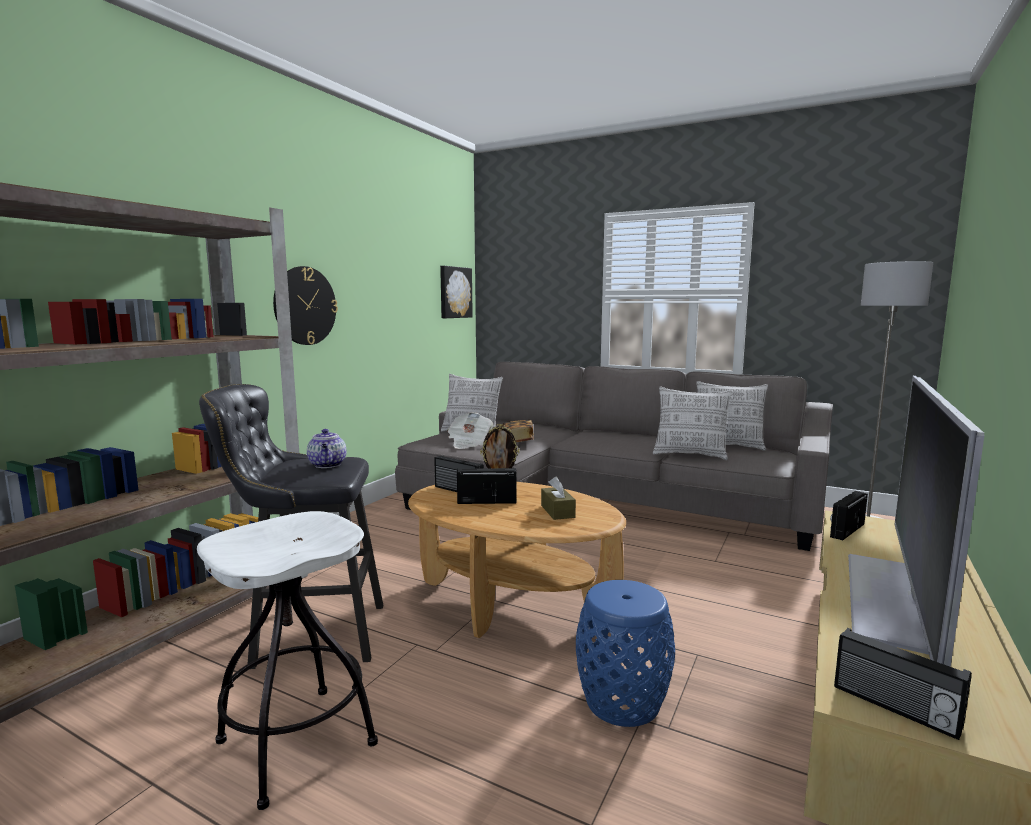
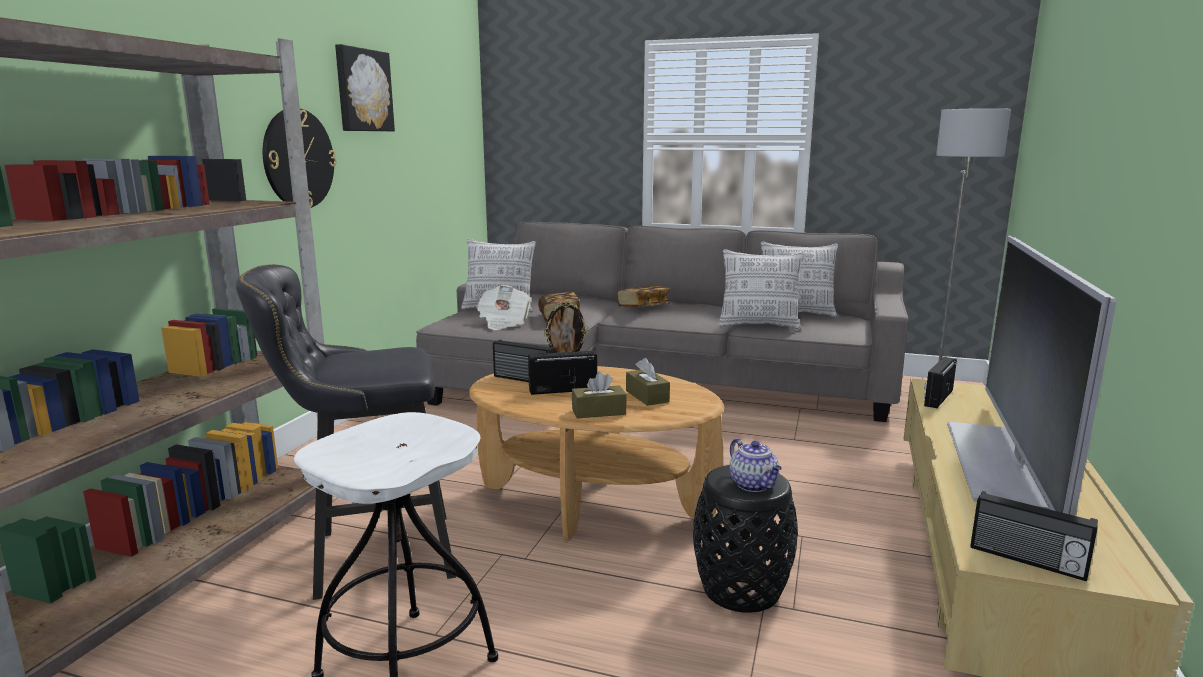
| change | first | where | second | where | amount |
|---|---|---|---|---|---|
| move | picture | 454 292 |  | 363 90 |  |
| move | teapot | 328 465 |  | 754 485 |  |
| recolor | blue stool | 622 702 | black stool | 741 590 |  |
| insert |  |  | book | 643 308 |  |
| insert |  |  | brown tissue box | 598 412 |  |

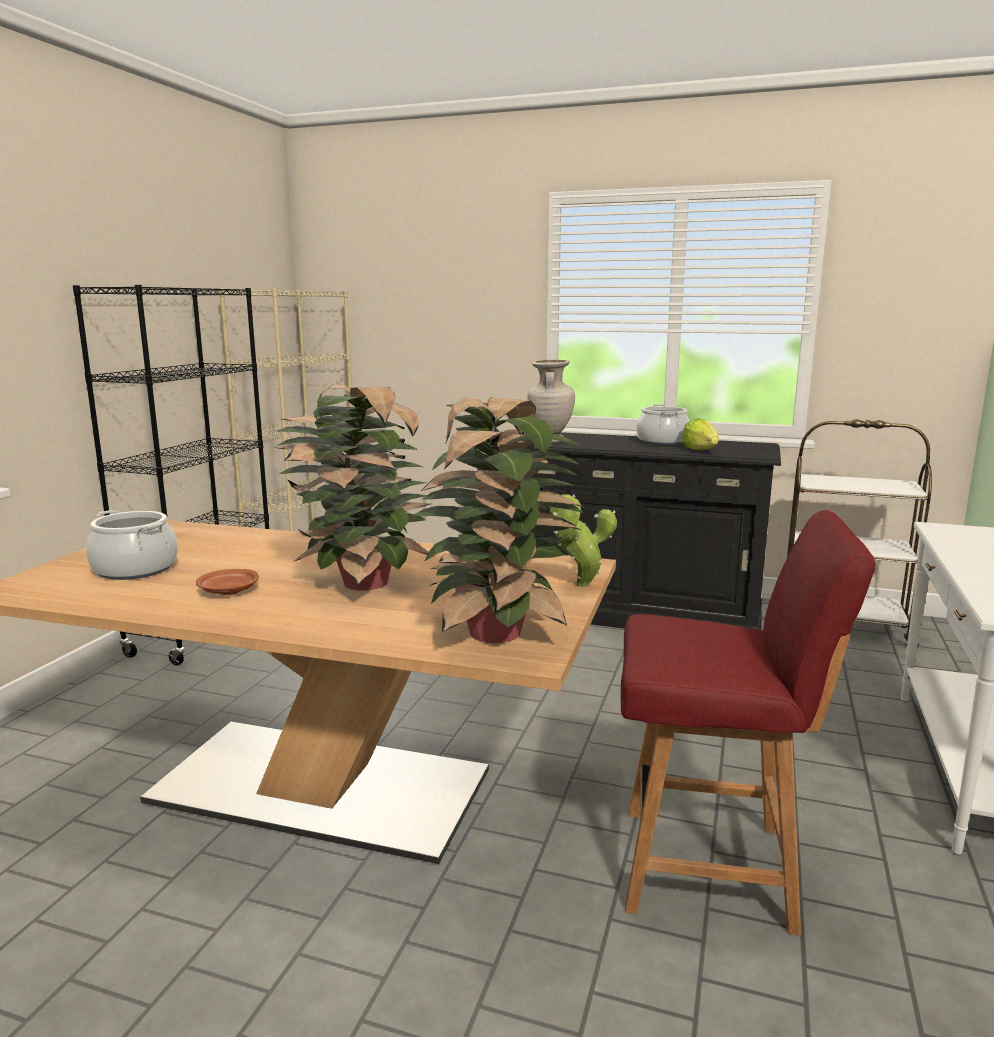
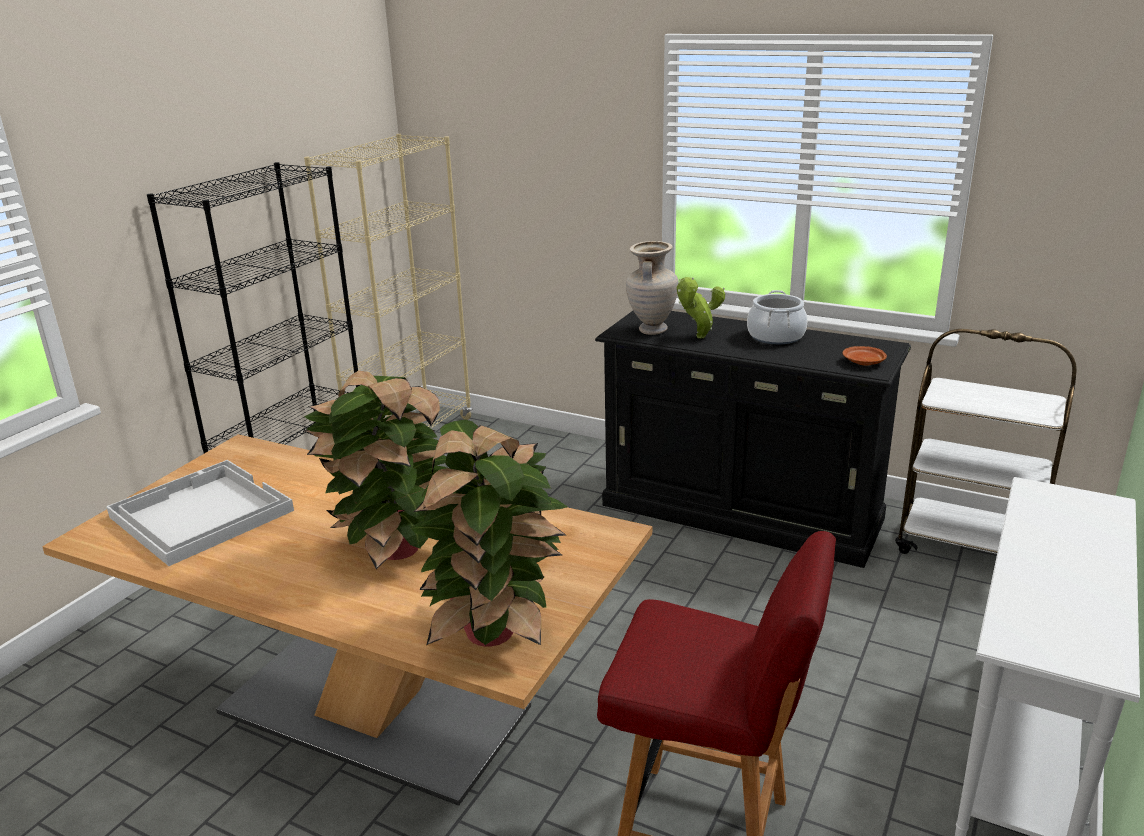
| change | first | where | second | where | amount |
|---|---|---|---|---|---|
| delete | lettuce | 700 450 |  |  |  |
| move | potted plant | 579 586 |  | 698 337 |  |
| replace | cooking pot | 135 569 | white tray | 199 514 |  |
| move | brown plate | 228 591 |  | 863 362 |  |

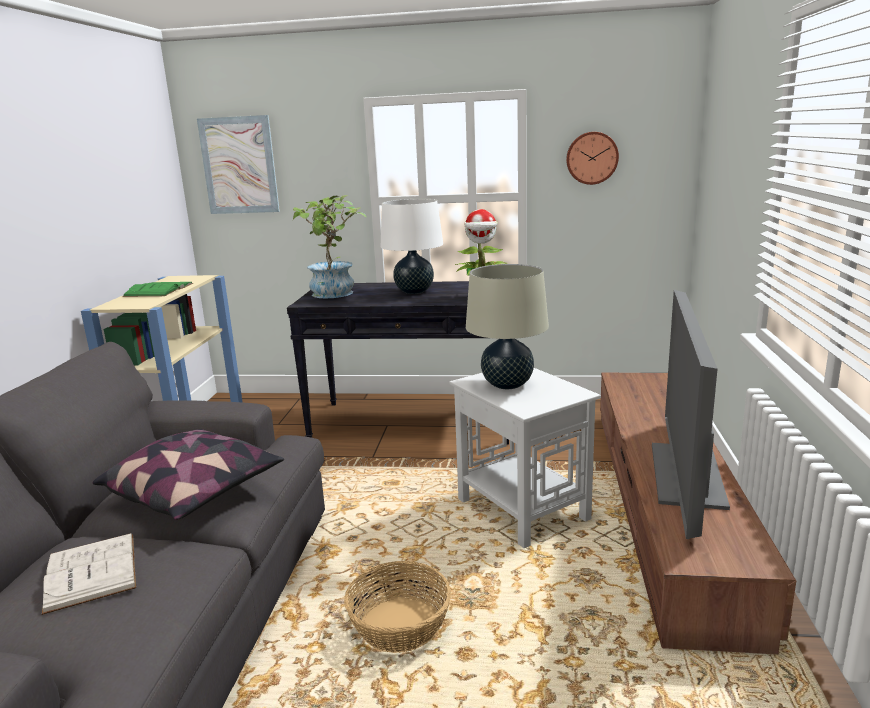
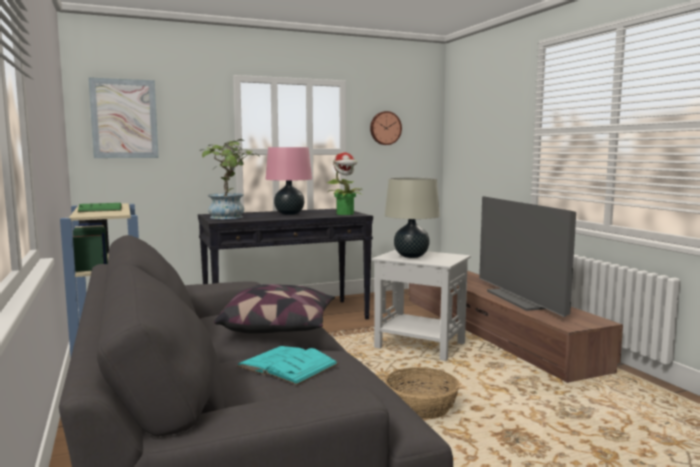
| change | first | where | second | where | amount |
|---|---|---|---|---|---|
| recolor | white table lamp | 414 291 | pink table lamp | 289 214 |  |
| recolor | white book | 91 571 | turquoise book | 287 365 |  |

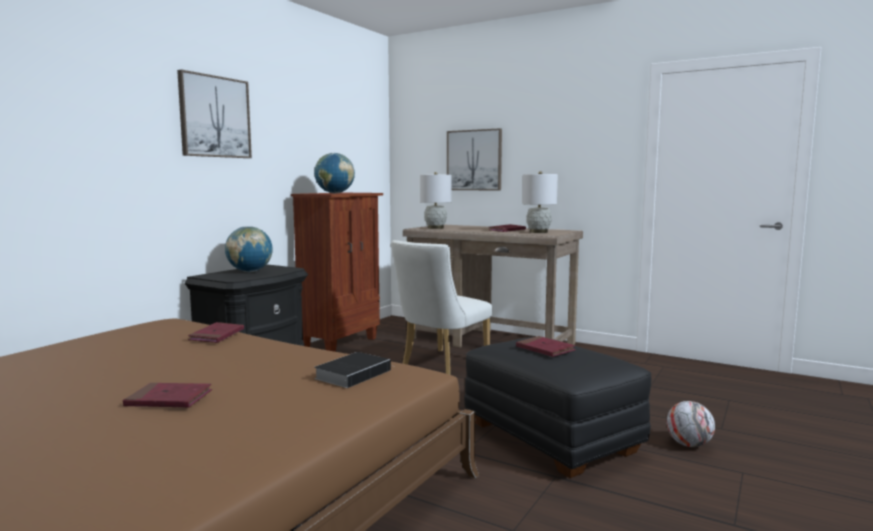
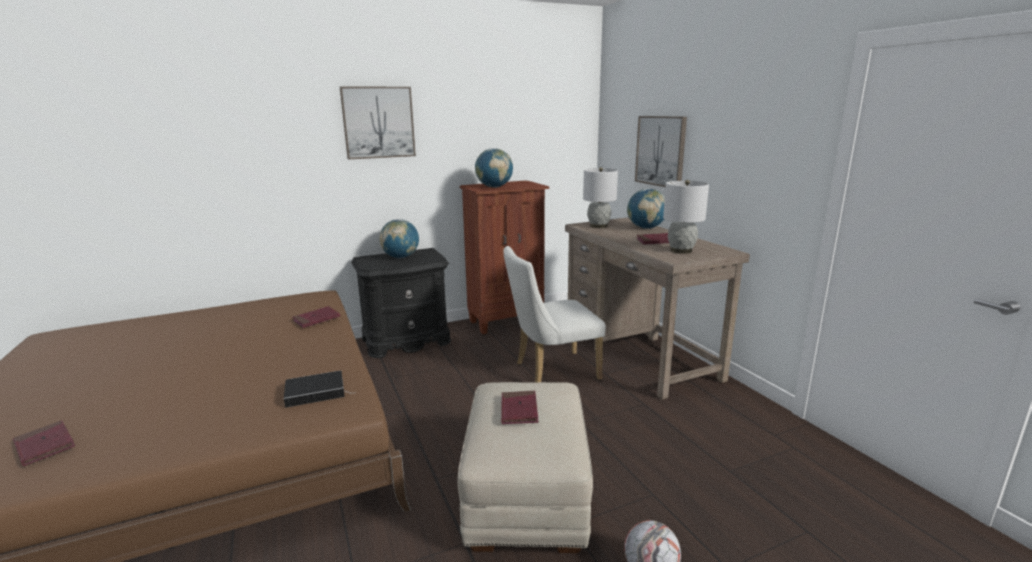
| change | first | where | second | where | amount |
|---|---|---|---|---|---|
| recolor | black ottoman | 551 437 | beige ottoman | 526 495 |  |
| move | red book | 169 399 |  | 45 445 |  |
| insert |  |  | globe | 646 228 |  |

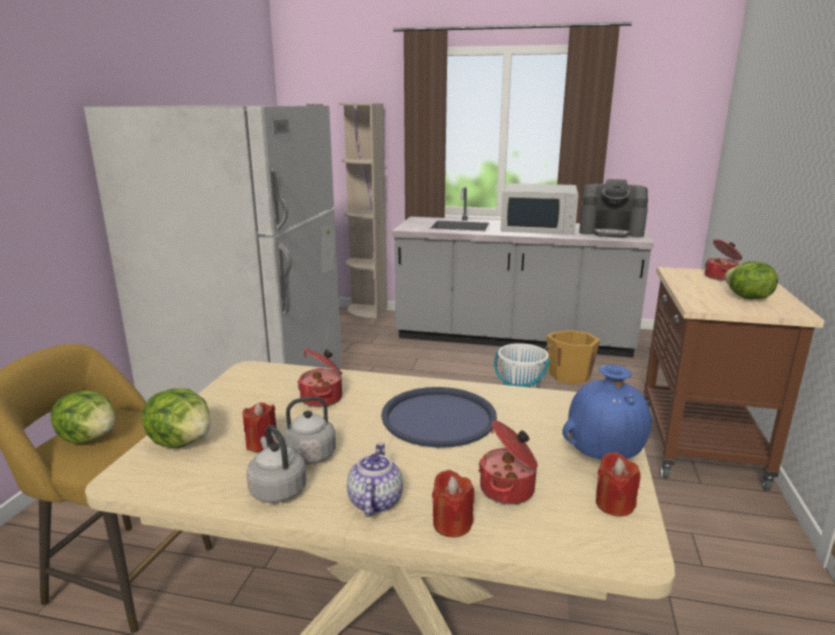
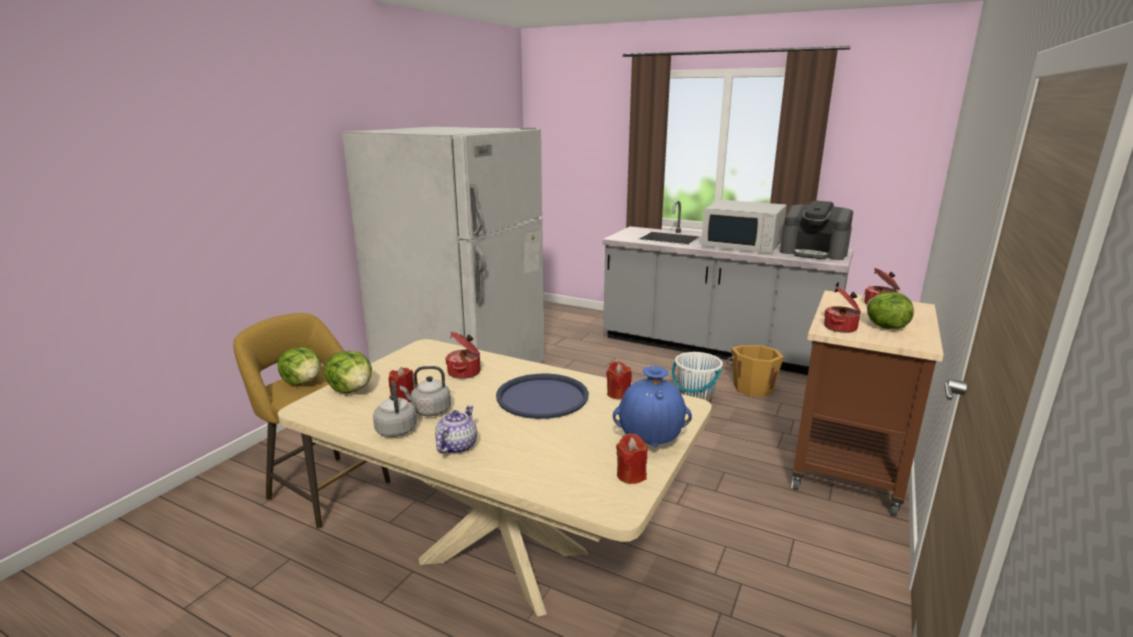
| change | first | where | second | where | amount |
|---|---|---|---|---|---|
| delete | beige bookcase | 366 316 |  |  |  |
| move | cooking pot | 509 490 |  | 841 328 |  |
| move | red candle | 452 524 |  | 618 394 |  |

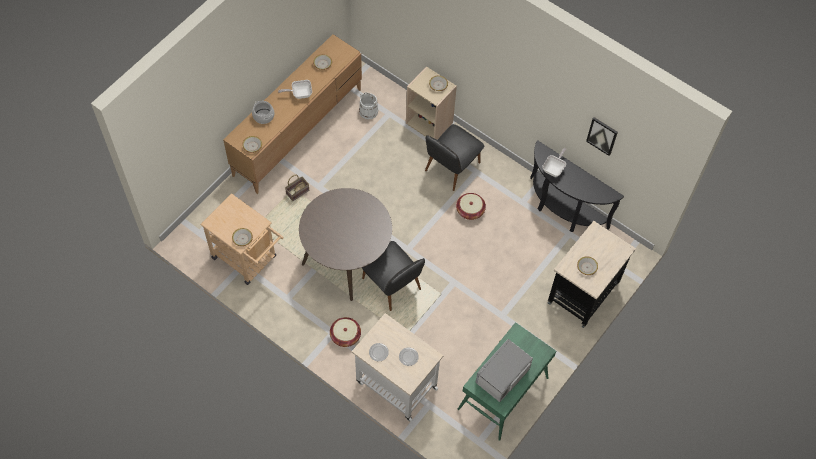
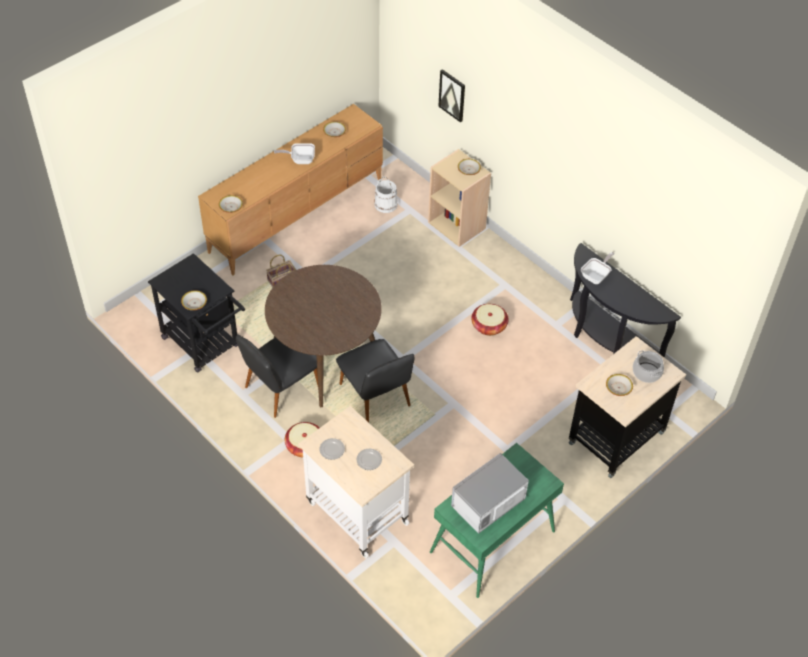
| change | first | where | second | where | amount |
|---|---|---|---|---|---|
| move | cooking pot | 263 116 |  | 646 372 |  |
| move | picture | 602 135 |  | 452 95 |  |
| move | black chair | 452 166 |  | 282 387 |  |
| recolor | beige cart | 248 260 | black cart | 205 345 |  |

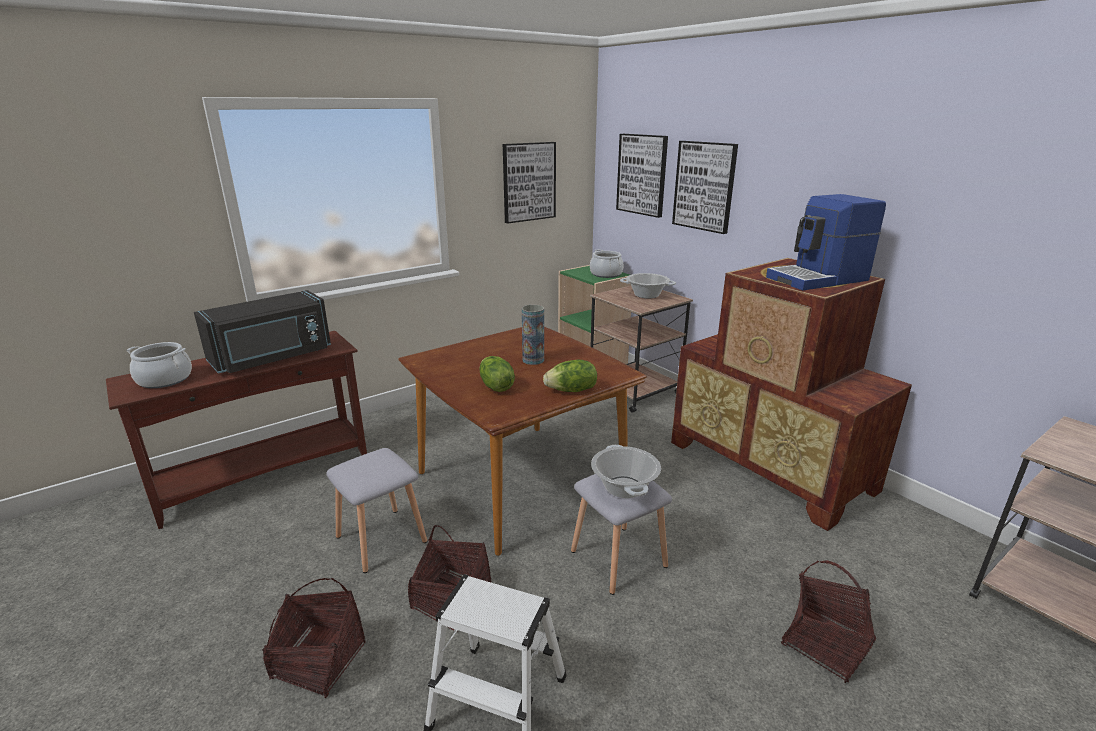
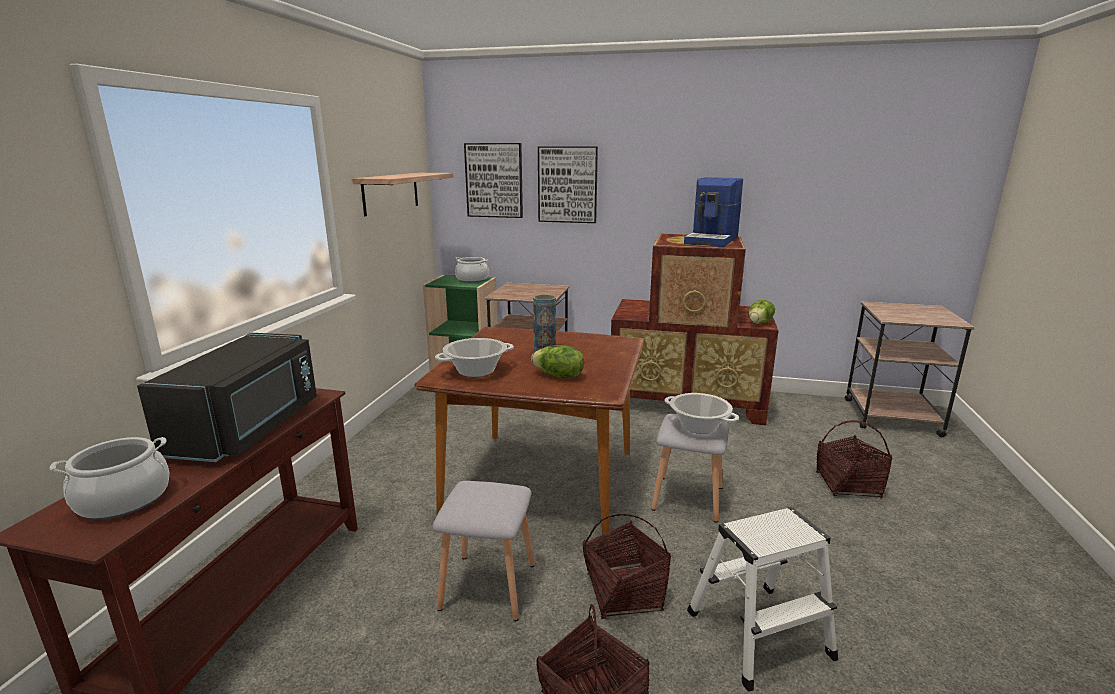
| change | first | where | second | where | amount |
|---|---|---|---|---|---|
| replace | picture | 528 182 | shelf | 391 193 |  |
| move | cooking pot | 646 295 |  | 476 371 |  |
| move | lettuce | 572 390 |  | 760 323 |  |

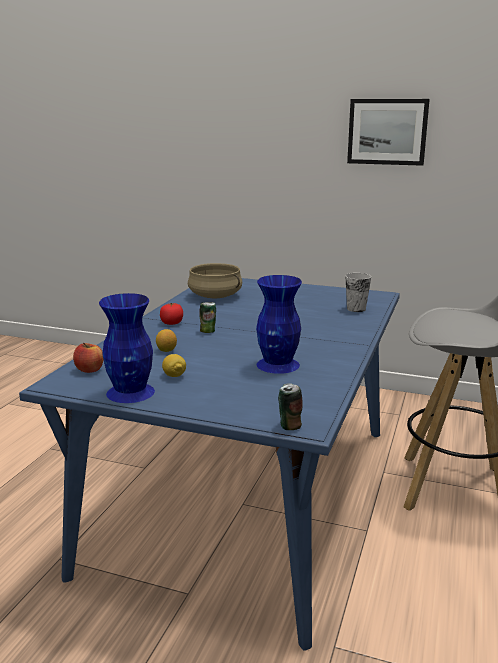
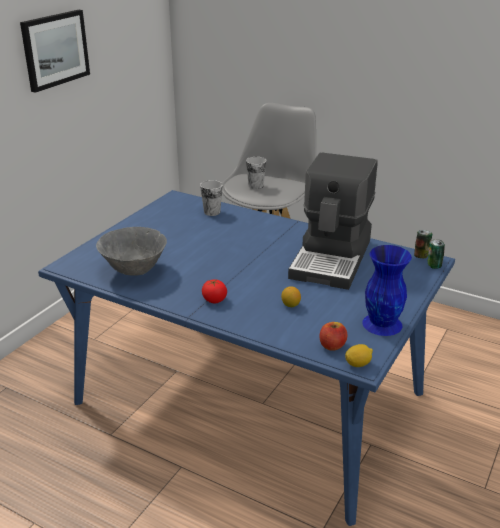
| change | first | where | second | where | amount |
|---|---|---|---|---|---|
| replace | beige cooking pot | 215 296 | grey bowl | 134 271 |  |
| replace | blue vase | 278 365 | coffee machine | 332 258 |  |
| move | can | 208 331 |  | 421 255 |  |
| move | lemon | 174 375 |  | 358 364 |  |
| insert |  |  | cup | 256 186 |  |

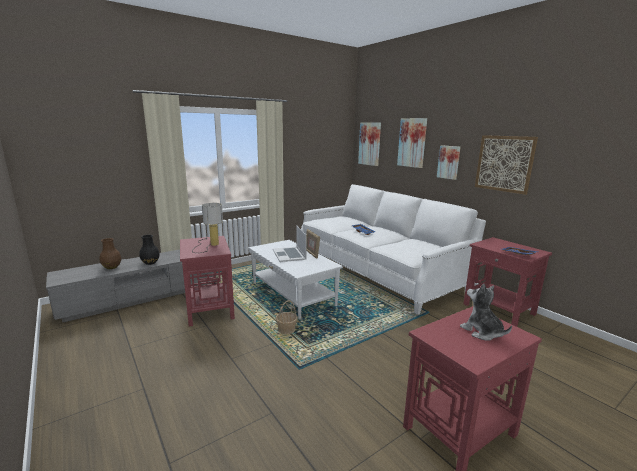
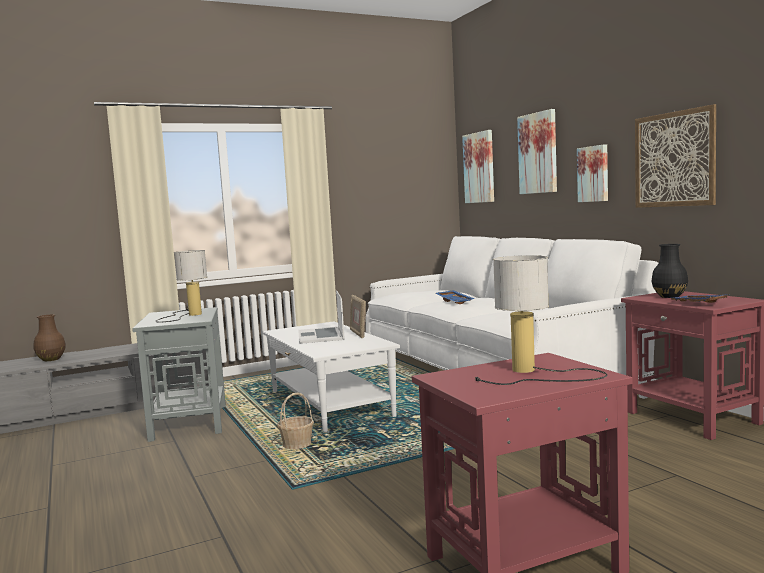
| change | first | where | second | where | amount |
|---|---|---|---|---|---|
| move | black vase | 150 263 |  | 670 296 |  |
| recolor | red side table | 209 309 | grey side table | 188 422 |  |
| replace | plush toy | 482 332 | table lamp | 533 373 |  |

